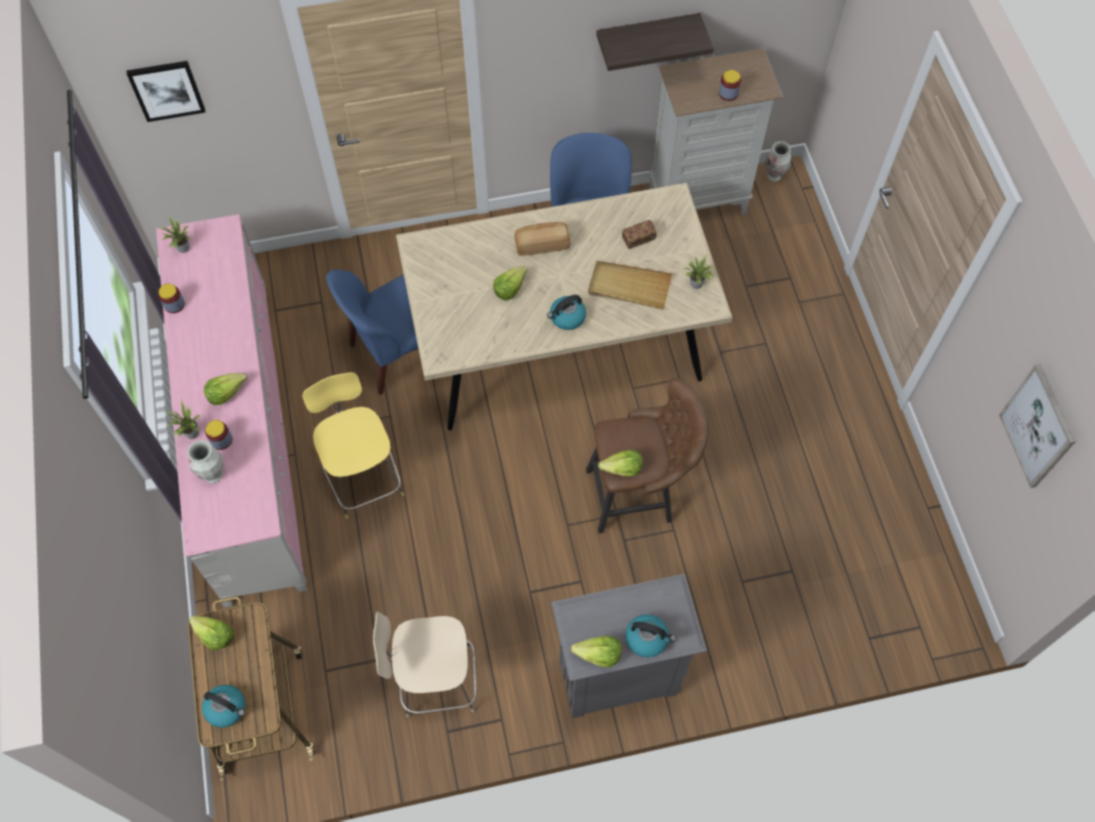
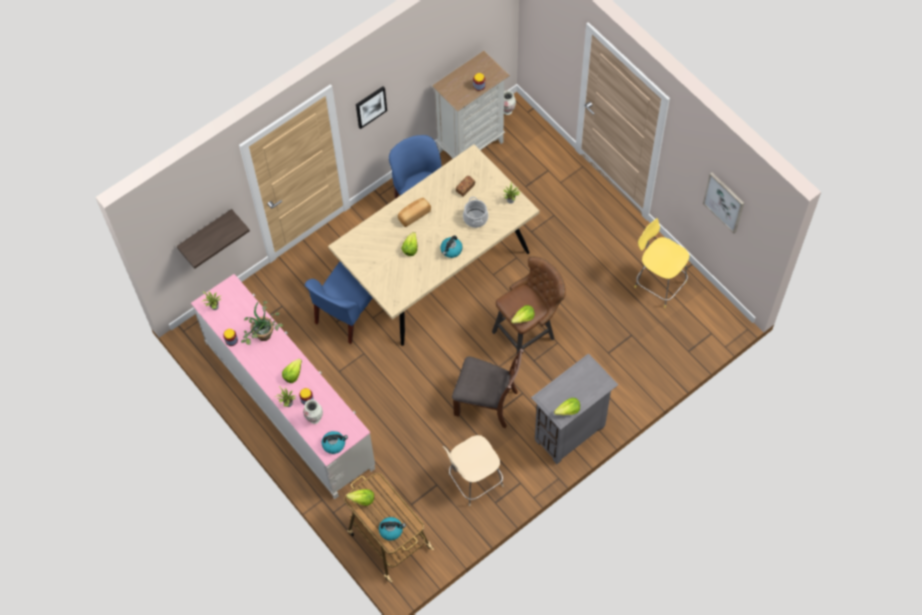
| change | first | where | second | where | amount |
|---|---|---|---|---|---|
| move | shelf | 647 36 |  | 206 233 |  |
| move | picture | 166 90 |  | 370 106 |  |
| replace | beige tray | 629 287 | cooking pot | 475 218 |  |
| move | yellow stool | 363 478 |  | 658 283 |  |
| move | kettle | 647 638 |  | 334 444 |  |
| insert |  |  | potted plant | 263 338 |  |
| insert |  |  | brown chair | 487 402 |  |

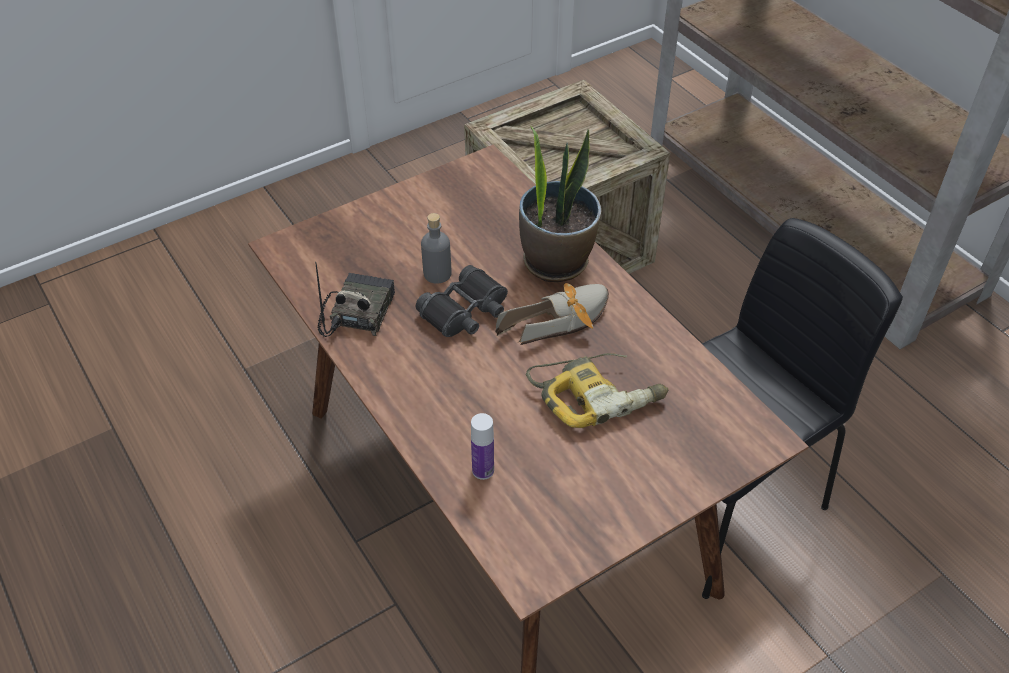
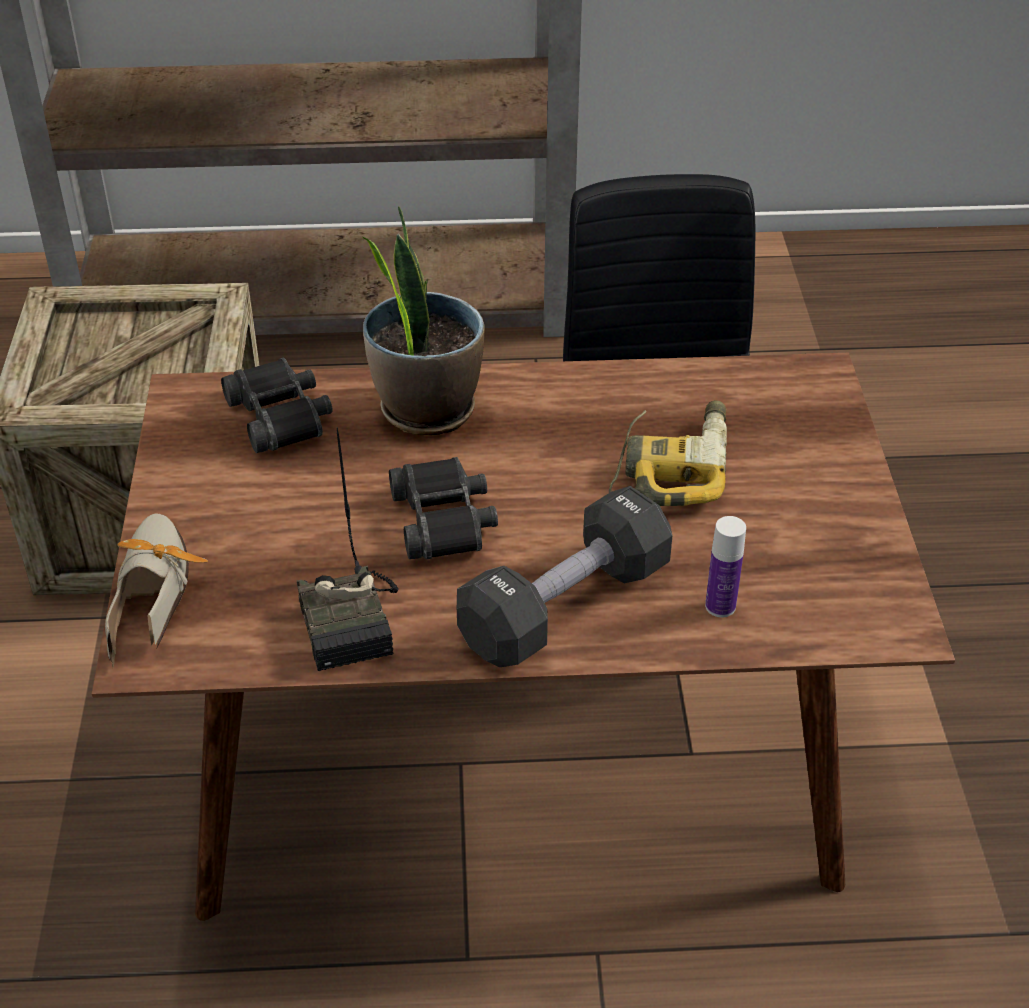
| change | first | where | second | where | amount |
|---|---|---|---|---|---|
| delete | grey bottle | 437 274 |  |  |  |
| rotate | radio | 356 312 |  | 353 623 | 150 degrees counterclockwise |
| move | shoe | 562 320 |  | 152 591 |  |
| insert |  |  | black binoculars | 281 416 |  |
| insert |  |  | black dumbbell | 565 605 |  |

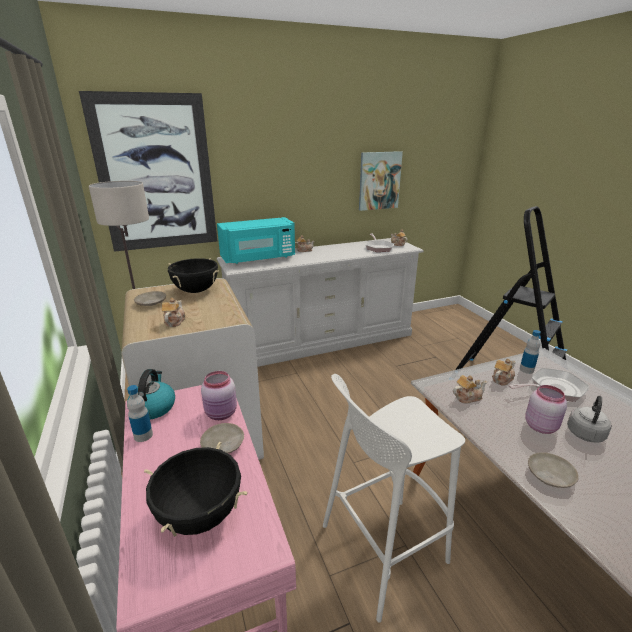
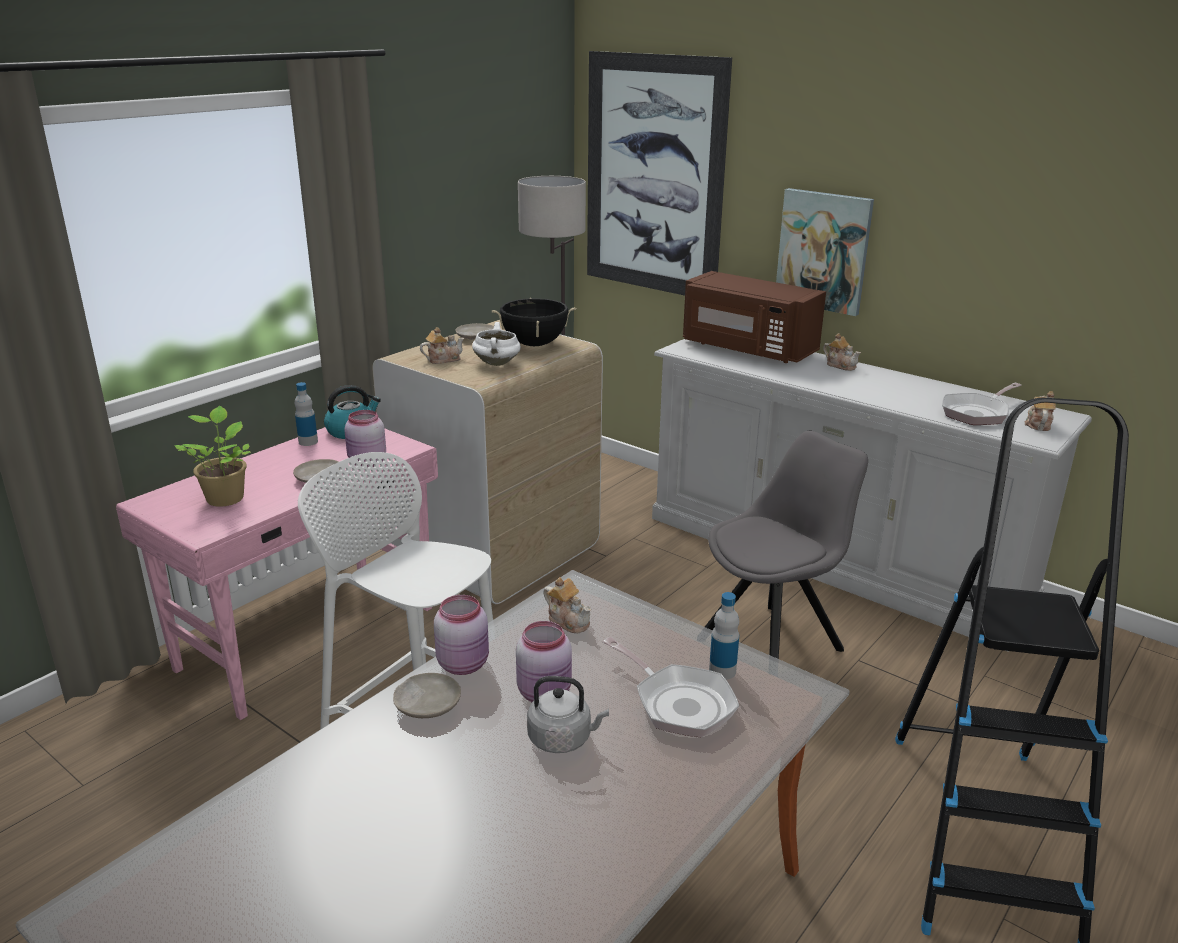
| change | first | where | second | where | amount |
|---|---|---|---|---|---|
| move | picture | 379 181 |  | 823 251 |  |
| recolor | turquoise microwave | 259 258 | brown microwave | 747 349 |  |
| delete | teapot | 502 379 |  |  |  |
| replace | black cooking pot | 200 515 | potted plant | 225 497 |  |
| insert |  |  | white cooking pot | 497 364 |  |
| insert |  |  | grey chair | 772 645 |  |
| insert |  |  | pink jar | 464 664 |  |

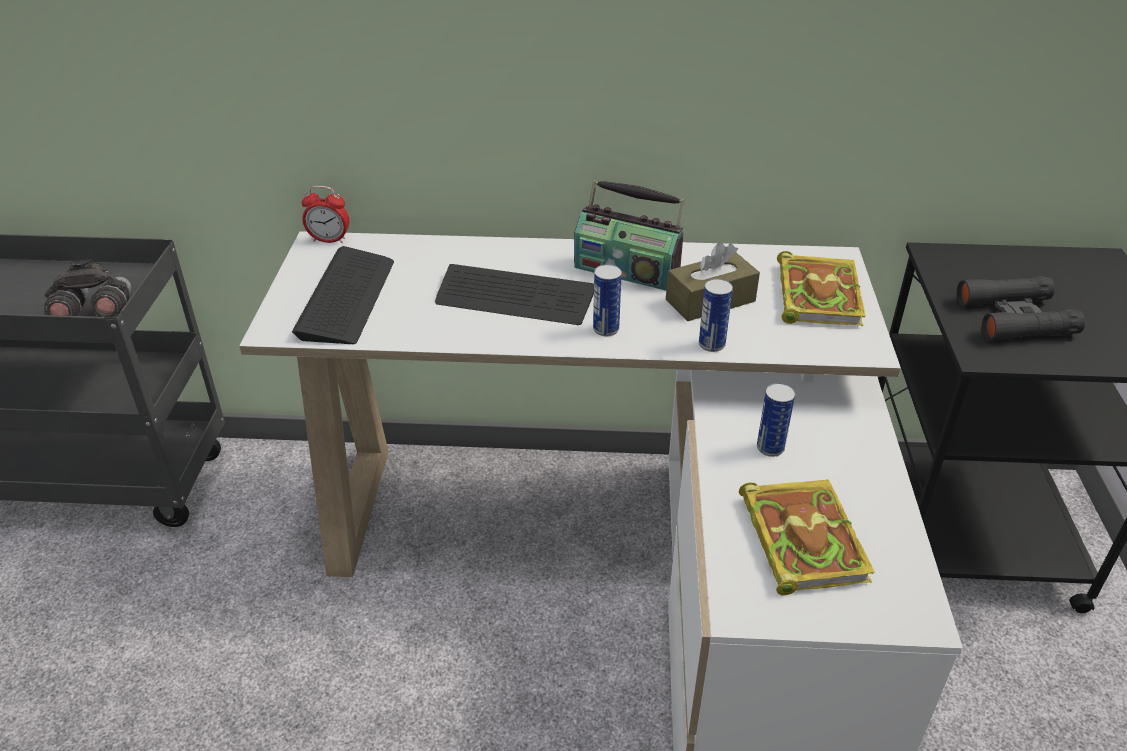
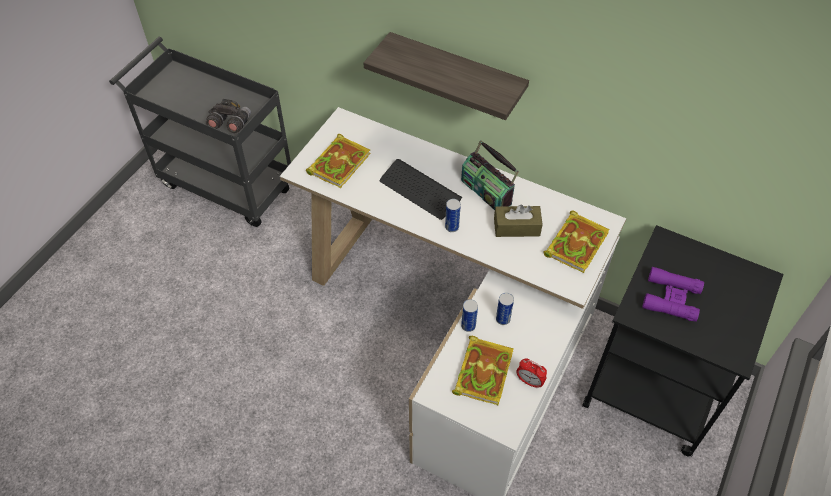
| change | first | where | second | where | amount |
|---|---|---|---|---|---|
| move | alarm clock | 329 240 |  | 529 381 |  |
| replace | keyboard | 346 298 | book | 339 162 |  |
| recolor | black binoculars | 1015 318 | purple binoculars | 671 298 |  |
| move | can | 711 344 |  | 468 326 |  |
| insert |  |  | shelf | 456 78 |  |

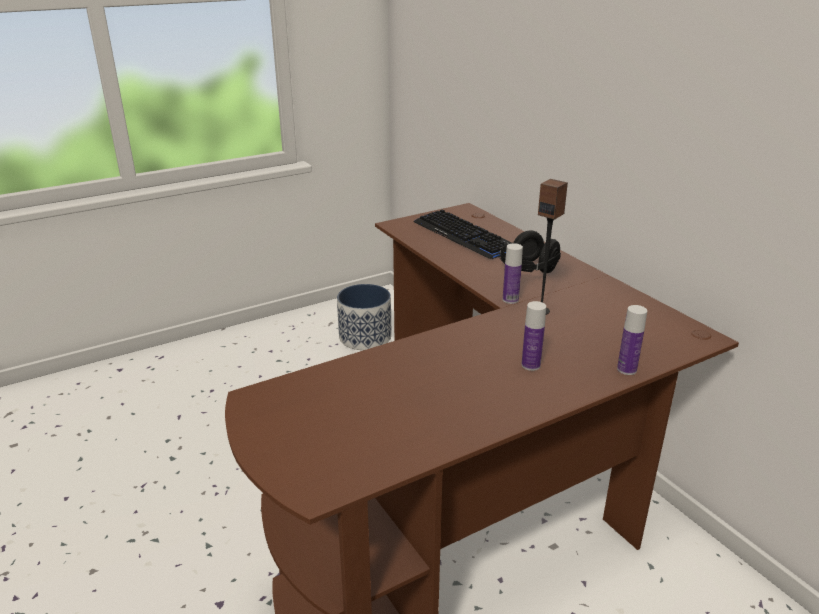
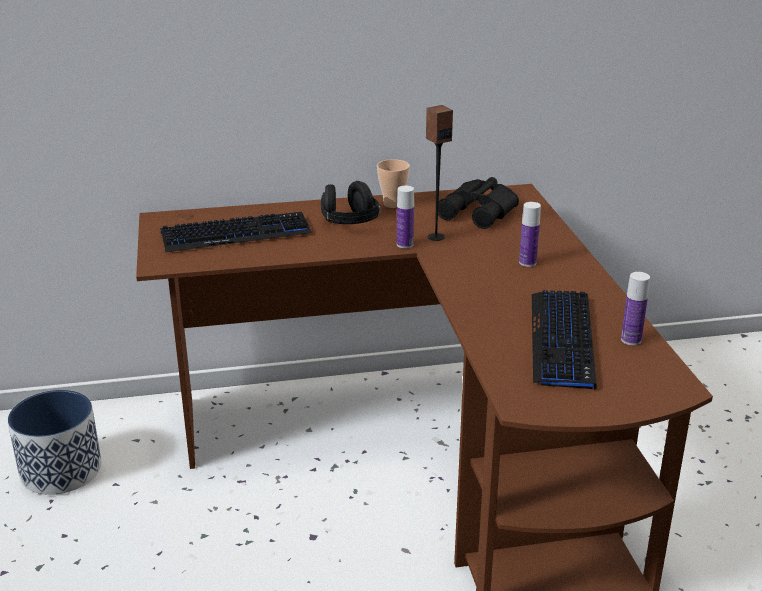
| change | first | where | second | where | amount |
|---|---|---|---|---|---|
| move | bottle | 626 369 |  | 631 340 |  |
| insert |  |  | cup | 393 204 |  |
| insert |  |  | black binoculars | 480 212 |  |
| insert |  |  | keyboard | 562 340 |  |

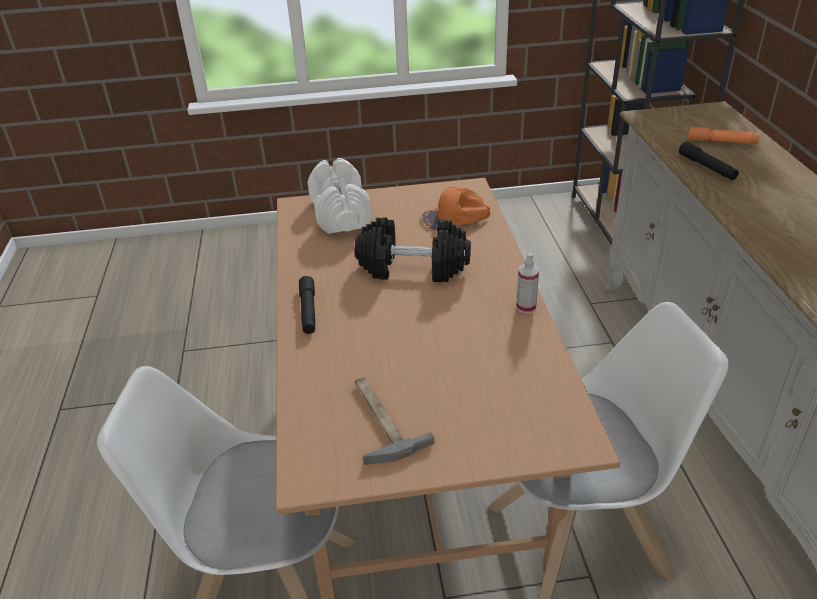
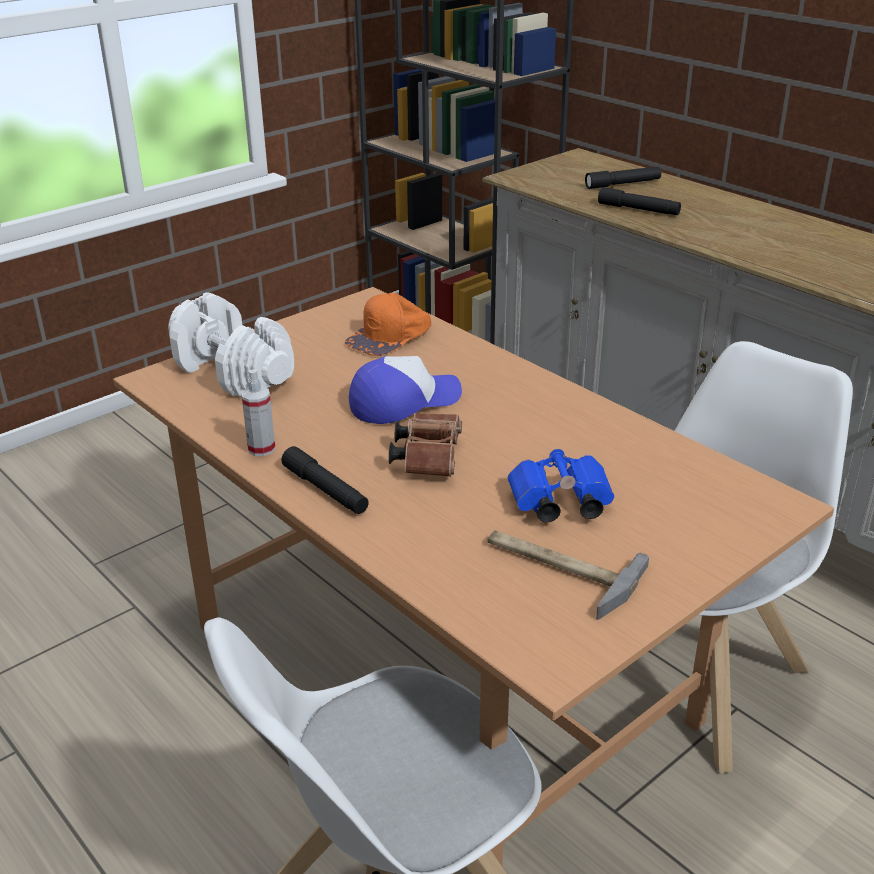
| change | first | where | second | where | amount |
|---|---|---|---|---|---|
| recolor | orange flashlight | 722 141 | black flashlight | 623 184 |  |
| replace | black dumbbell | 413 267 | cap | 403 402 |  |
| move | spray bottle | 526 307 |  | 261 449 |  |
| insert |  |  | brown binoculars | 429 458 |  |
| insert |  |  | blue binoculars | 557 505 |  |

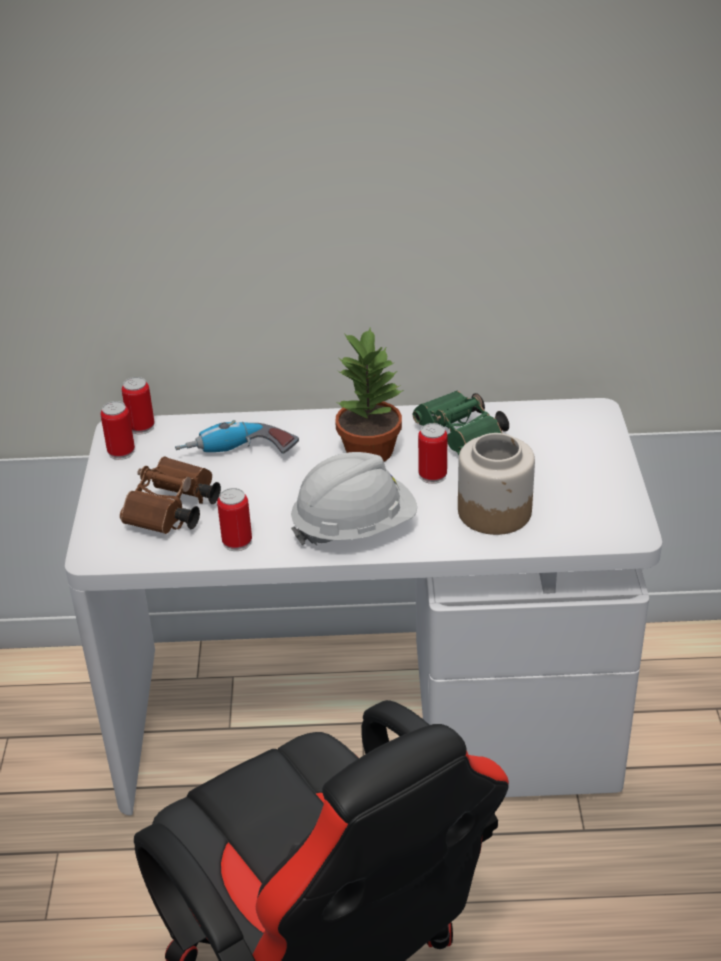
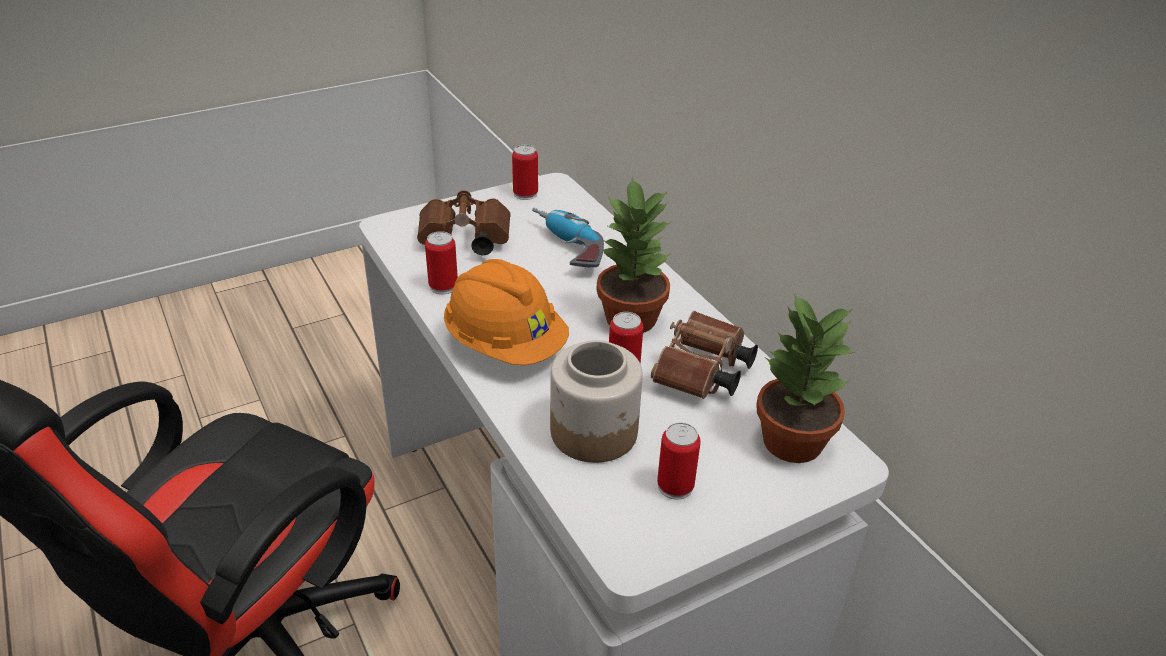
| change | first | where | second | where | amount |
|---|---|---|---|---|---|
| move | can | 141 427 |  | 675 486 |  |
| recolor | green binoculars | 463 440 | brown binoculars | 701 374 |  |
| recolor | white hard hat | 354 527 | orange hard hat | 505 345 |  |
| insert |  |  | potted plant | 790 441 |  |

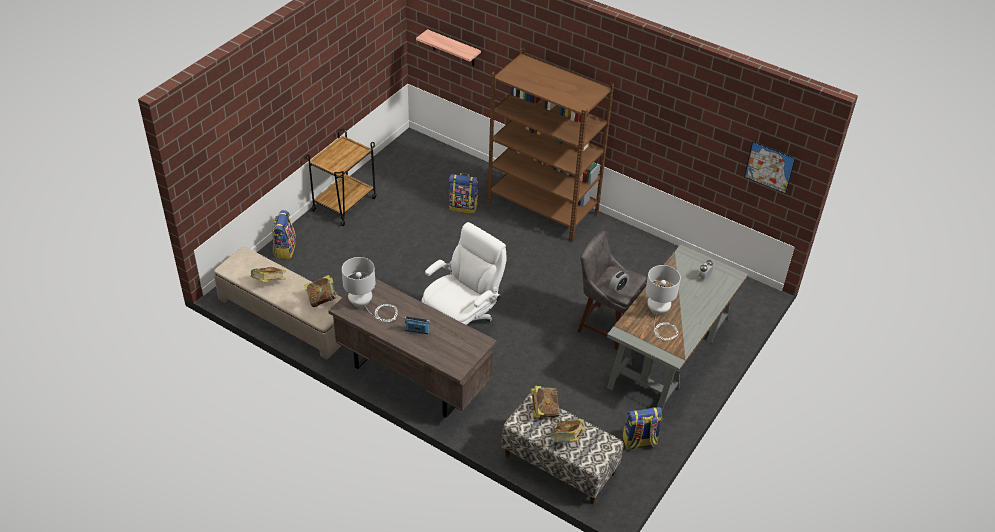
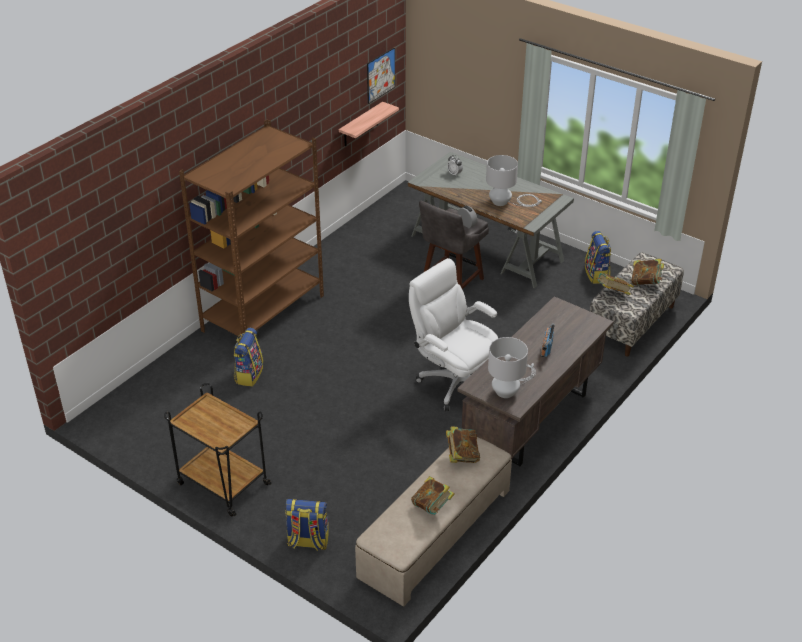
| change | first | where | second | where | amount |
|---|---|---|---|---|---|
| move | shelf | 453 48 |  | 361 125 |  |

